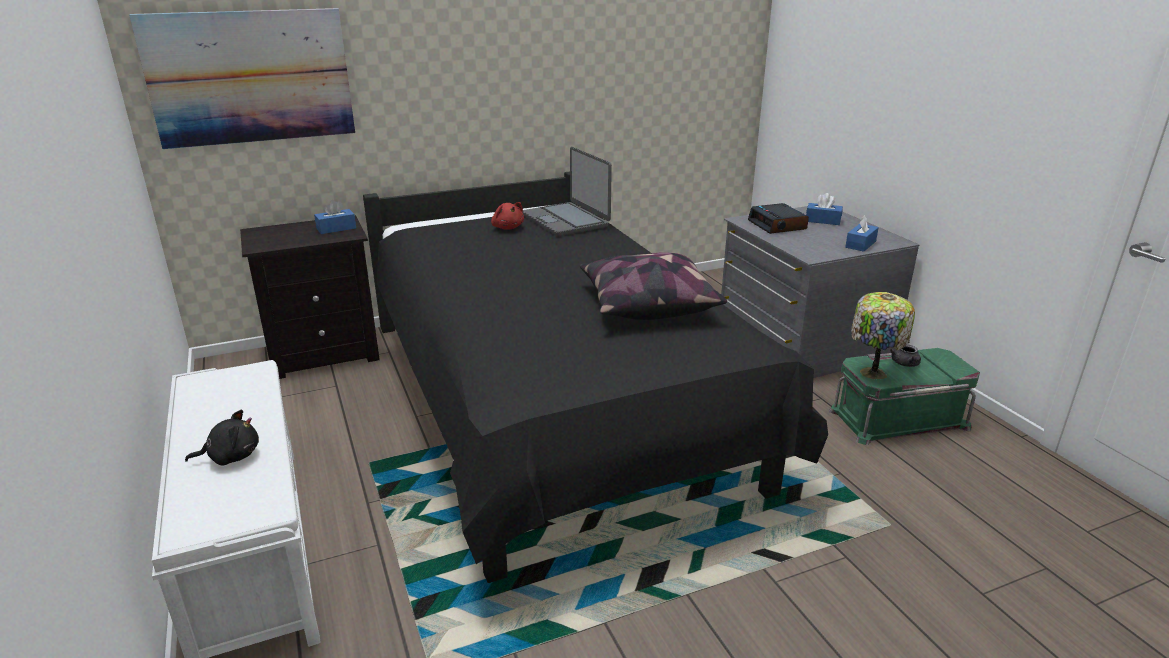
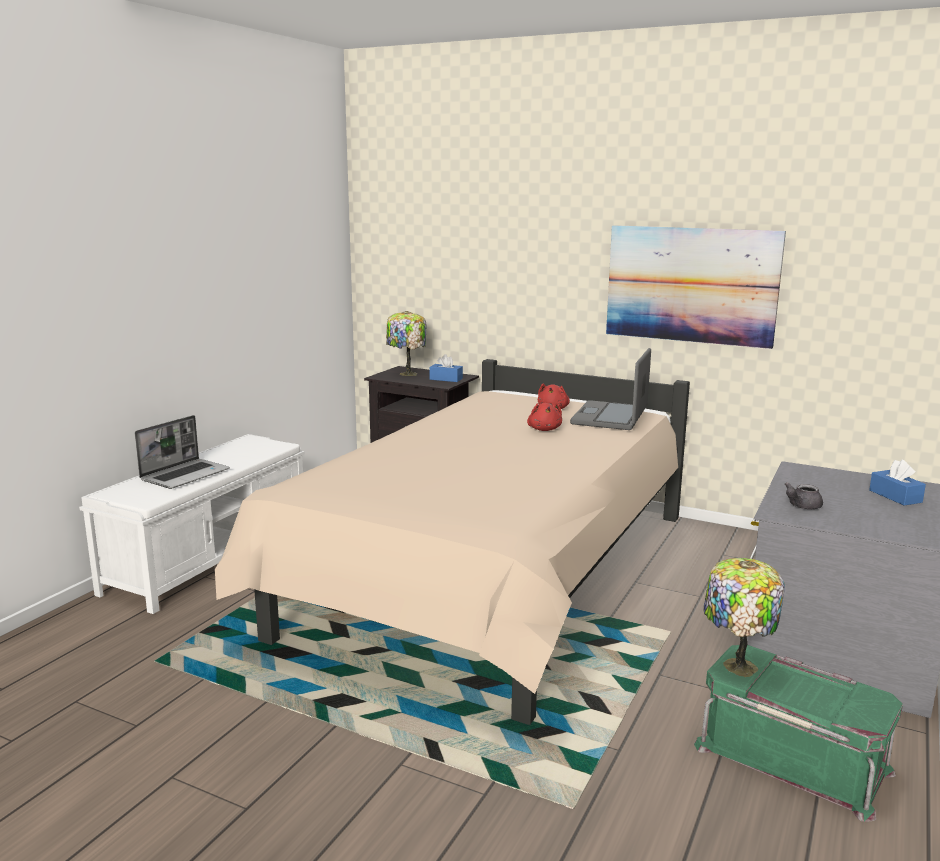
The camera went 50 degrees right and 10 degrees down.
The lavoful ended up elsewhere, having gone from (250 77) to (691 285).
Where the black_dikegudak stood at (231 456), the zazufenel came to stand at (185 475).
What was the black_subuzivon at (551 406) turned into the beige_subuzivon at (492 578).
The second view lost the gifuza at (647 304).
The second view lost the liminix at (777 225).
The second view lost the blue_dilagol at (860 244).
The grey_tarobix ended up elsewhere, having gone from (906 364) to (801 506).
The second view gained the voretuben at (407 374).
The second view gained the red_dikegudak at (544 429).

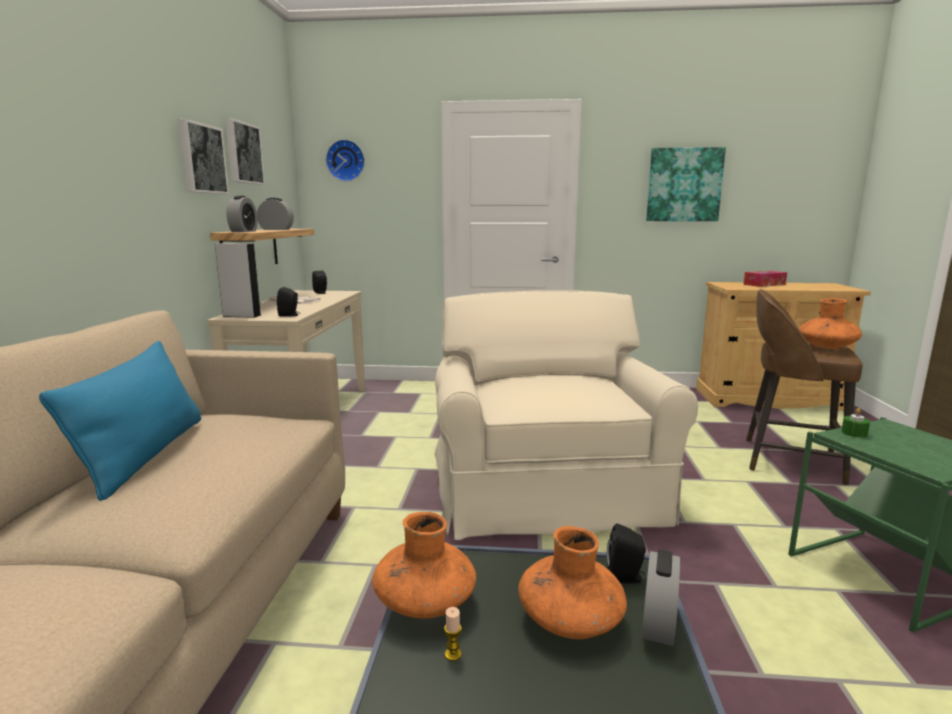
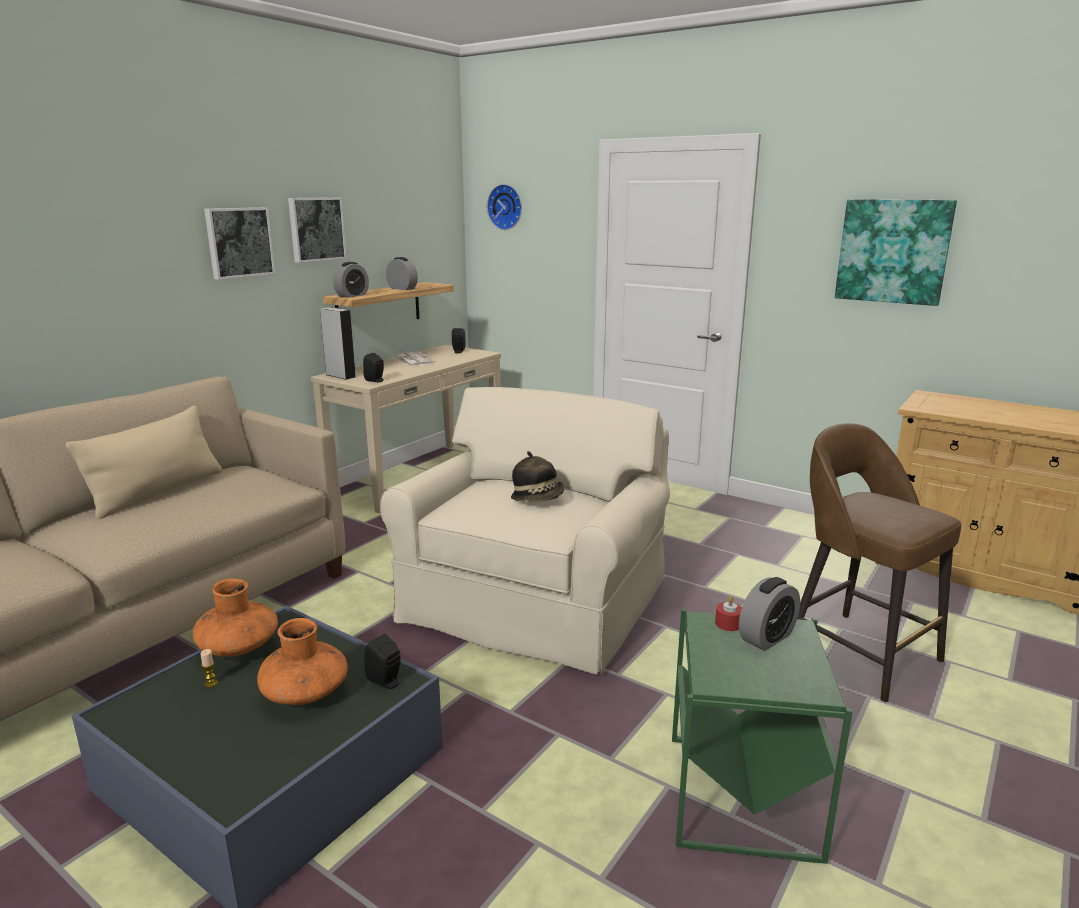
The camera went 30 degrees right and 5 degrees up.
What was the blue_gifuza at (145 455) turned into the beige_gifuza at (158 493).
The lavoful ended up elsewhere, having gone from (243 153) to (239 242).
The liminix ended up elsewhere, having gone from (658 624) to (767 638).
The second view lost the dilagol at (764 284).
The second view lost the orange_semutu at (826 347).
What was the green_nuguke at (854 433) turned into the red_nuguke at (728 624).
The second view gained the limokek at (538 499).

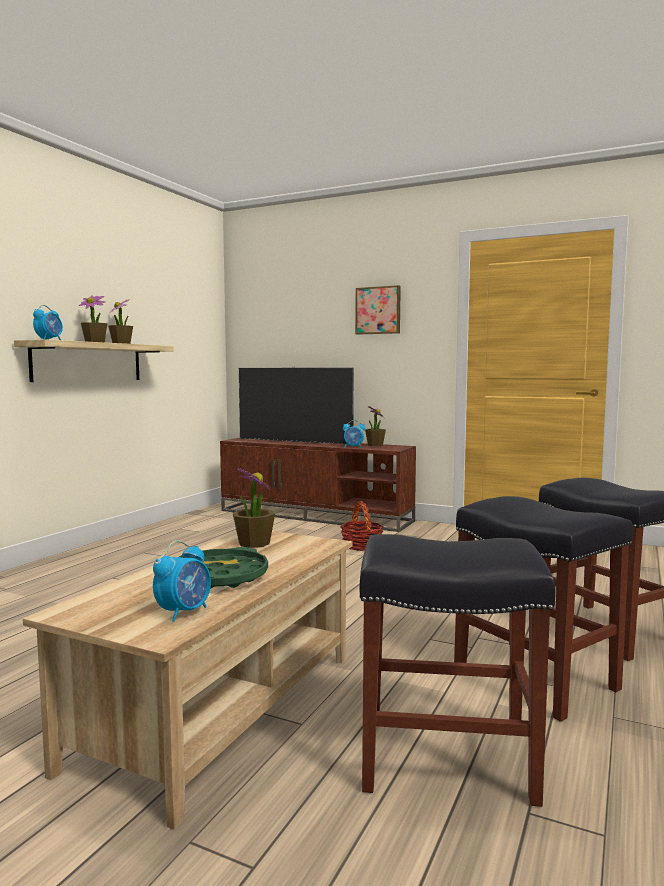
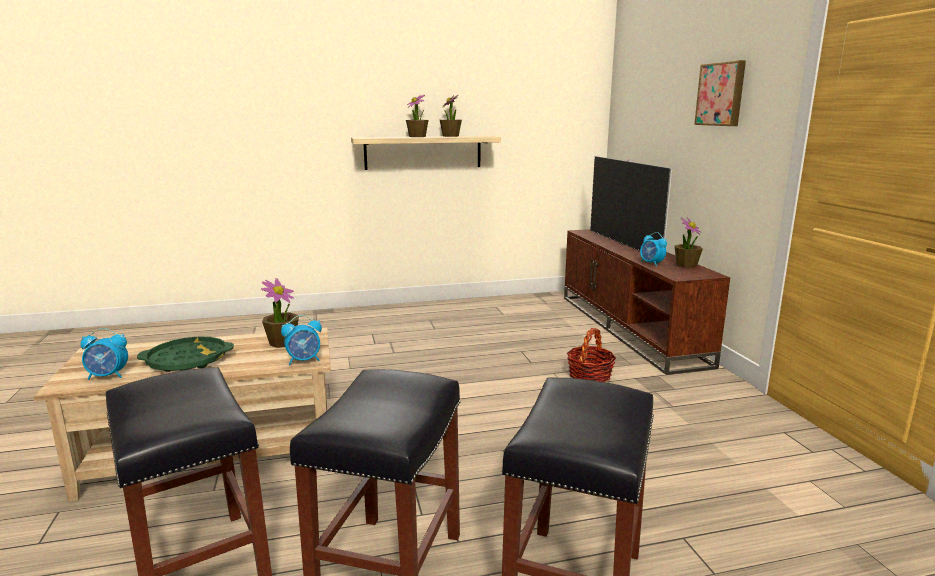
The camera went 50 degrees right and 10 degrees up.
The liminix ended up elsewhere, having gone from (49 340) to (304 361).

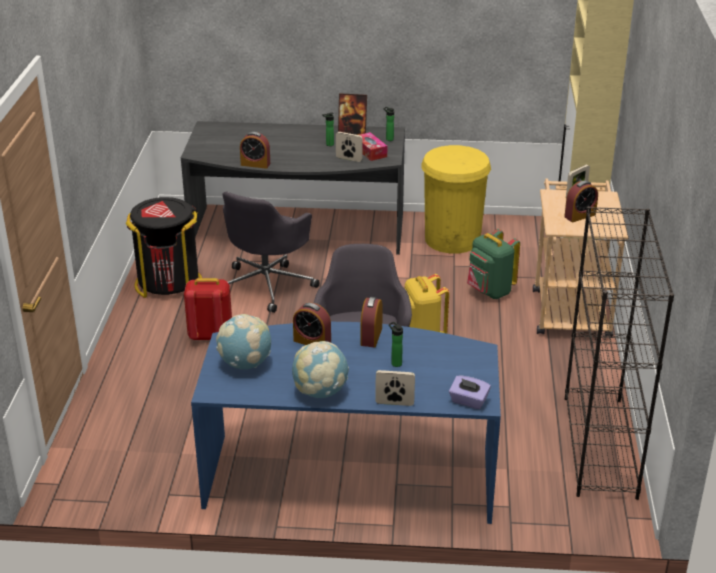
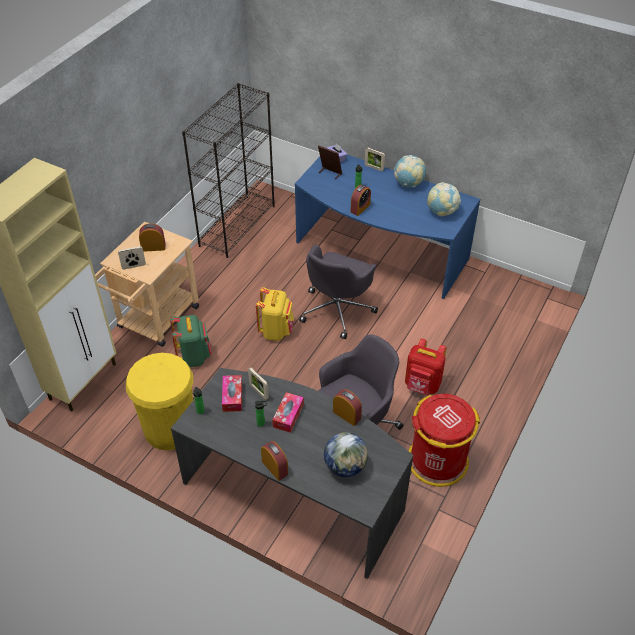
The camera went 155 degrees left and 15 degrees up.
What was the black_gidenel at (168 283) turned into the red_gidenel at (437 461).
The liminix ended up elsewhere, having gone from (312 342) to (275 467).
The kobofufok ended up elsewhere, having gone from (352 133) to (329 173).
The second view gained the dilagol at (288 415).
The second view gained the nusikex at (345 466).

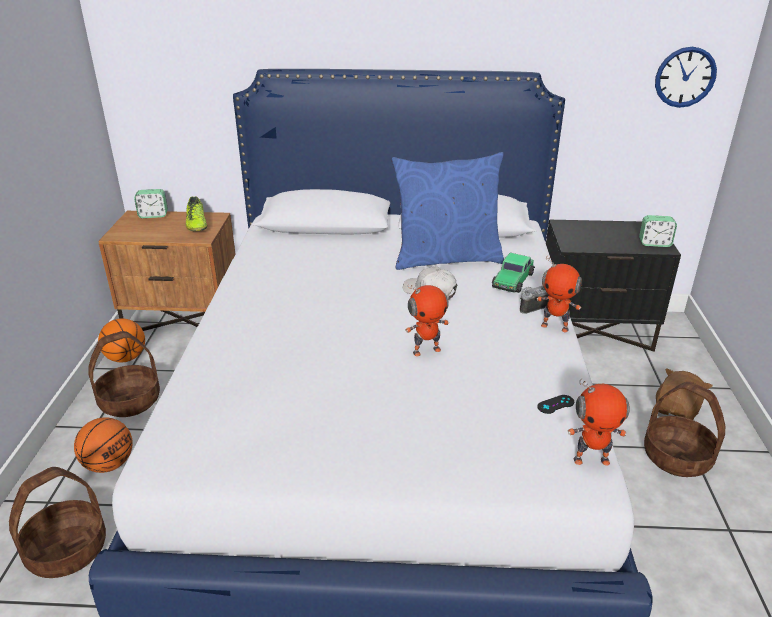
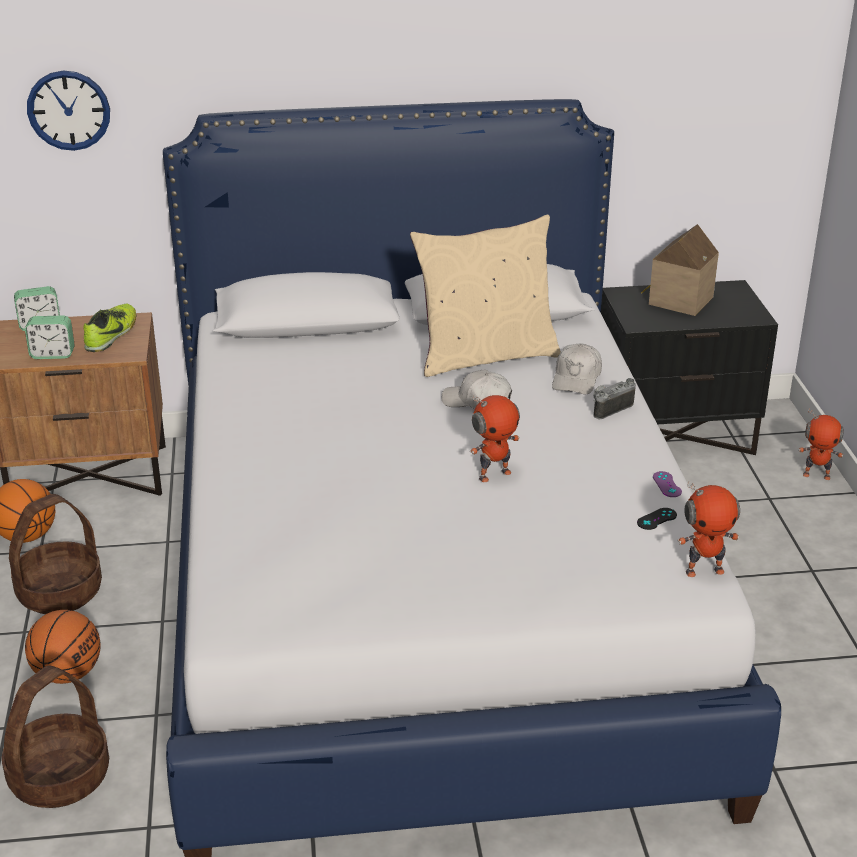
The camera went 10 degrees left and 0 degrees up.
The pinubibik at (196 225) ended up facing another way, 135 degrees counterclockwise from before.
What was the blue_gifuza at (446 258) turned into the beige_gifuza at (485 356).
Where the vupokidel stood at (512 280), the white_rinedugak came to stand at (576 378).
The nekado ended up elsewhere, having gone from (555 326) to (816 475).
The liminix ended up elsewhere, having gone from (654 243) to (52 354).
The second view lost the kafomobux at (677 457).
The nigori ended up elsewhere, having gone from (685 77) to (68 110).
The second view lost the brown_dikegudak at (677 410).
The second view gained the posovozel at (677 300).
The second view gained the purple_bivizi at (667 484).

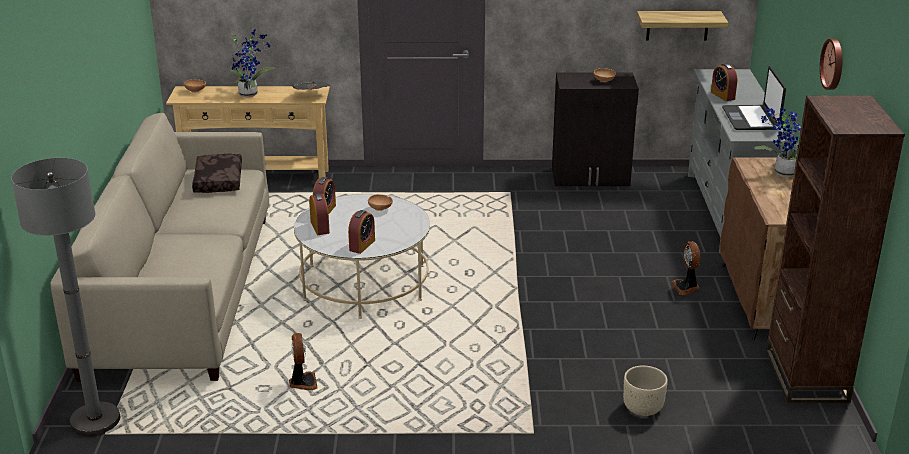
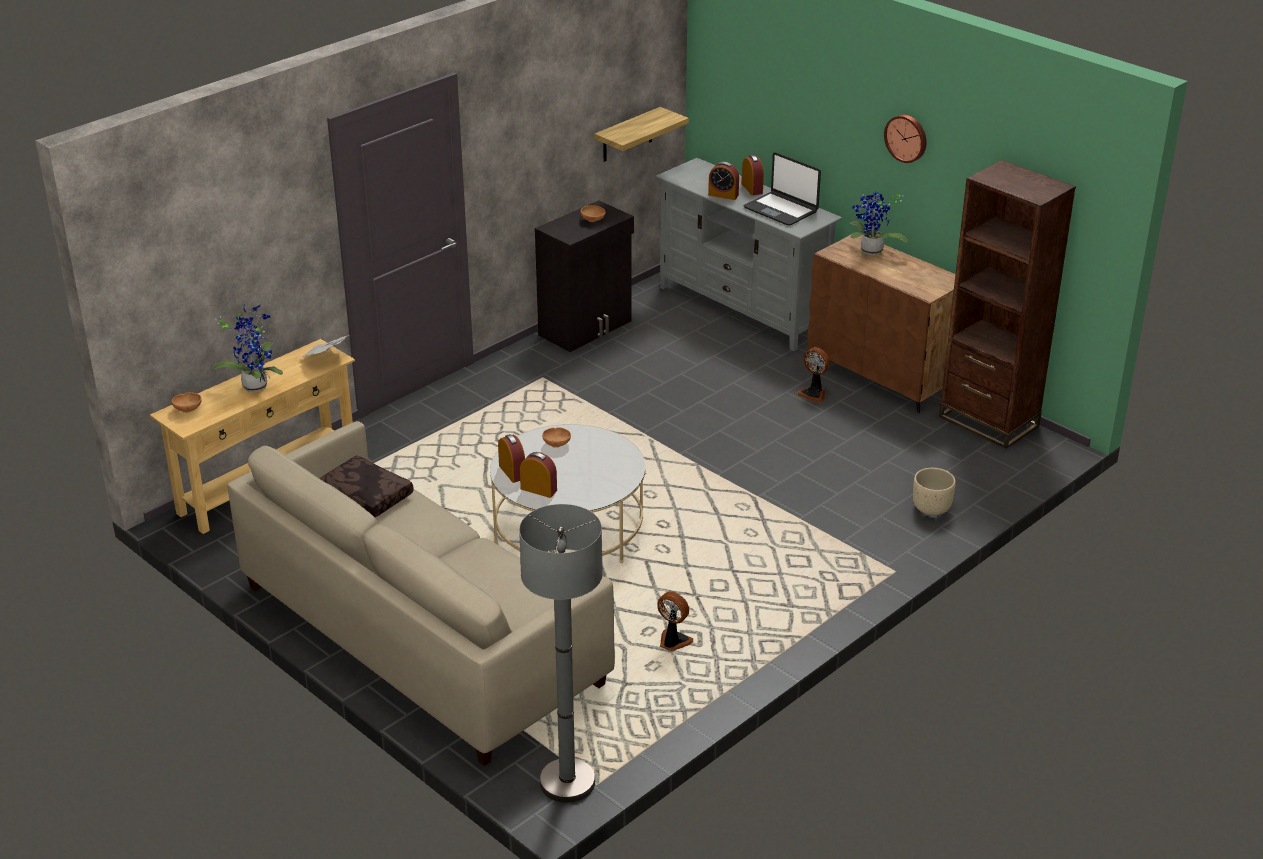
The camera went 45 degrees left and 5 degrees up.
The liminix ended up elsewhere, having gone from (362 245) to (752 188).

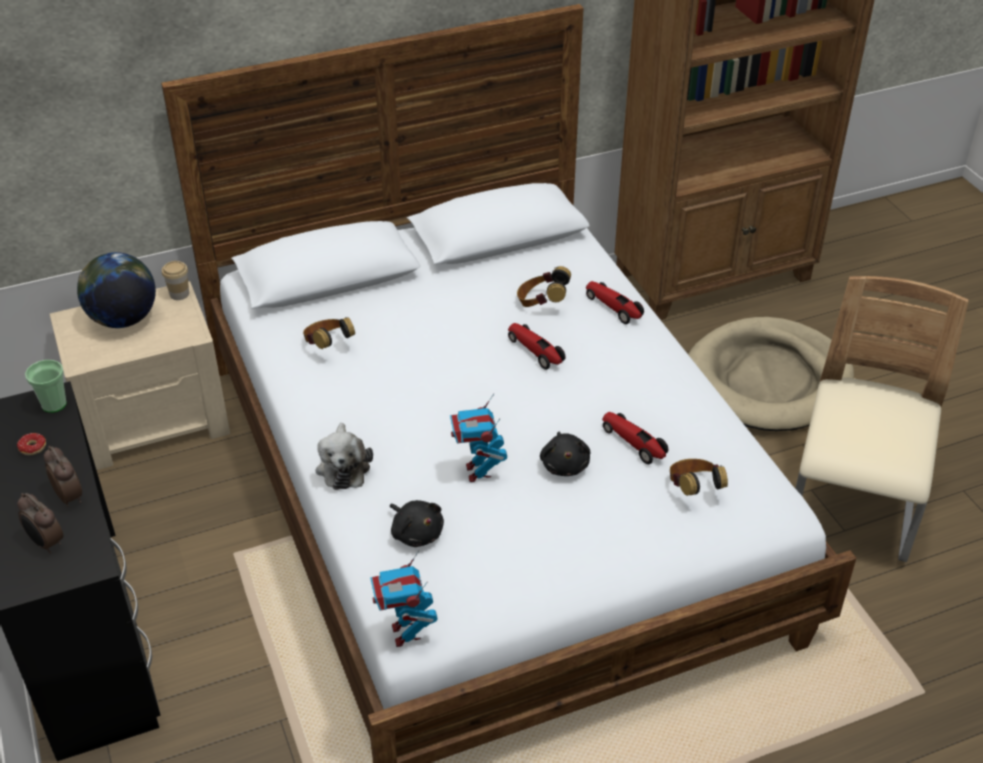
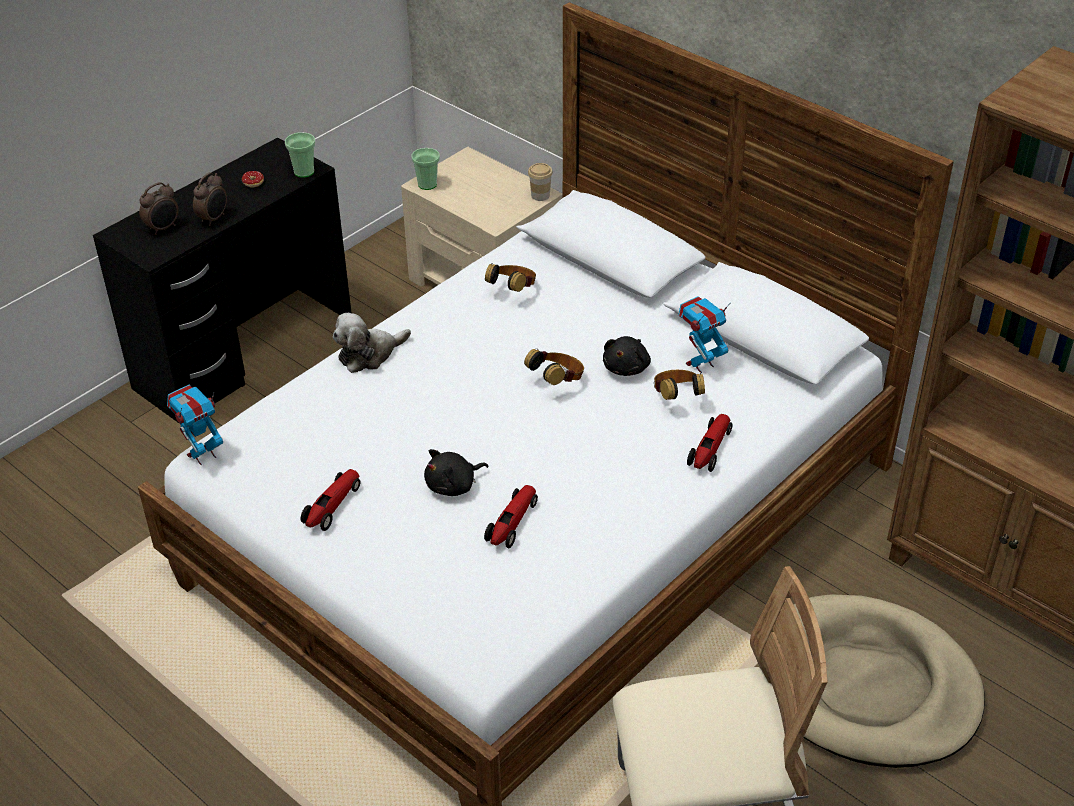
The camera went 65 degrees right and 0 degrees up.
The liminix at (46 543) ended up facing another way, 150 degrees counterclockwise from before.
The second view lost the nusikex at (123 319).
The black_dikegudak ended up elsewhere, having gone from (416 533) to (627 367).
The nekado ended up elsewhere, having gone from (478 472) to (700 364).
The vupokidel ended up elsewhere, having gone from (536 351) to (332 506).
The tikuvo ended up elsewhere, having gone from (693 489) to (557 381).
The second view gained the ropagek at (427 184).

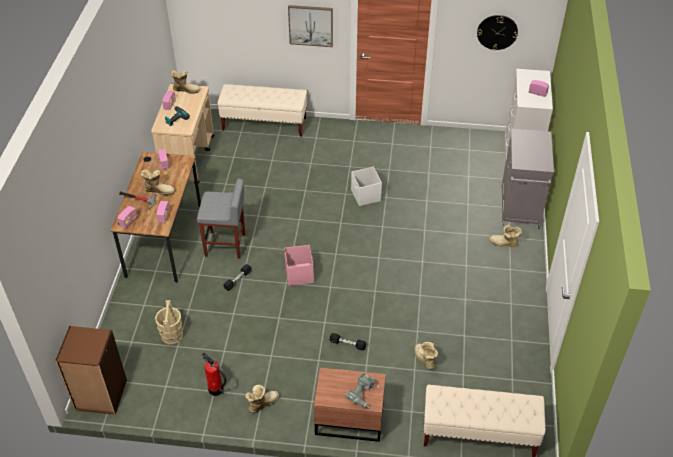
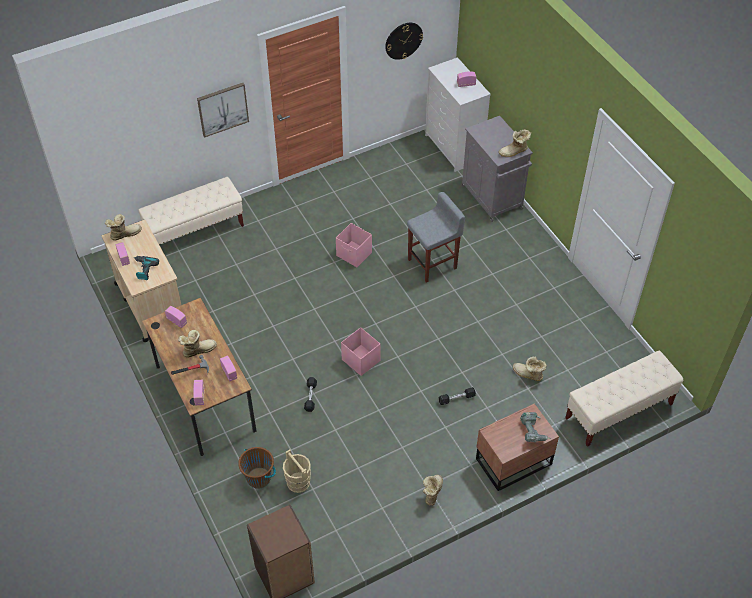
The camera went 35 degrees left and 5 degrees up.
The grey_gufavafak ended up elsewhere, having gone from (226 245) to (433 263).
The second view lost the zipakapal at (215 389).
What was the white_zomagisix at (365 196) turned into the pink_zomagisix at (354 254).
The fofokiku ended up elsewhere, having gone from (504 244) to (514 152).
The second view gained the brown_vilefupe at (259 478).

